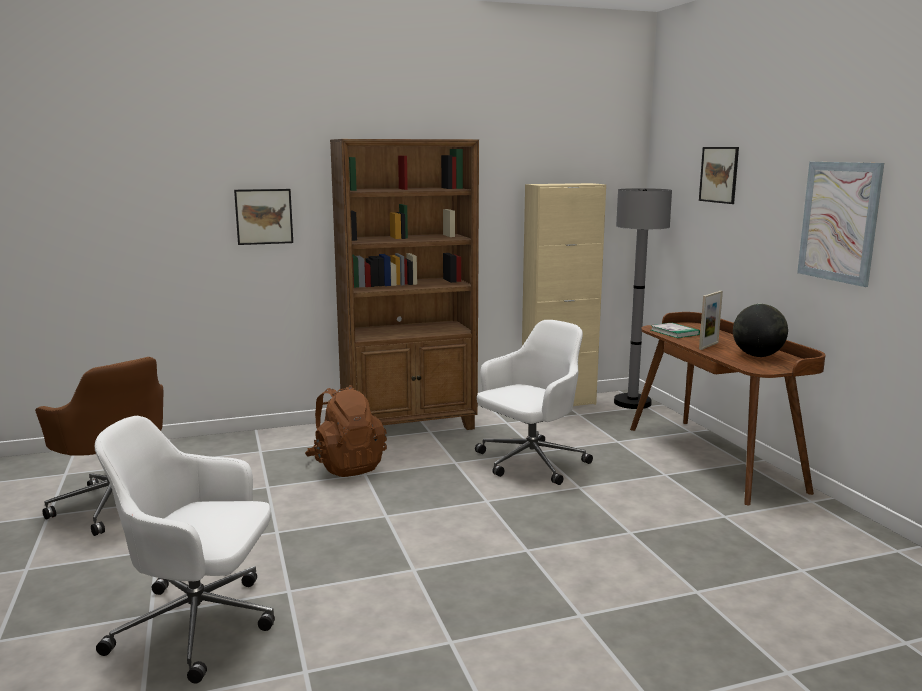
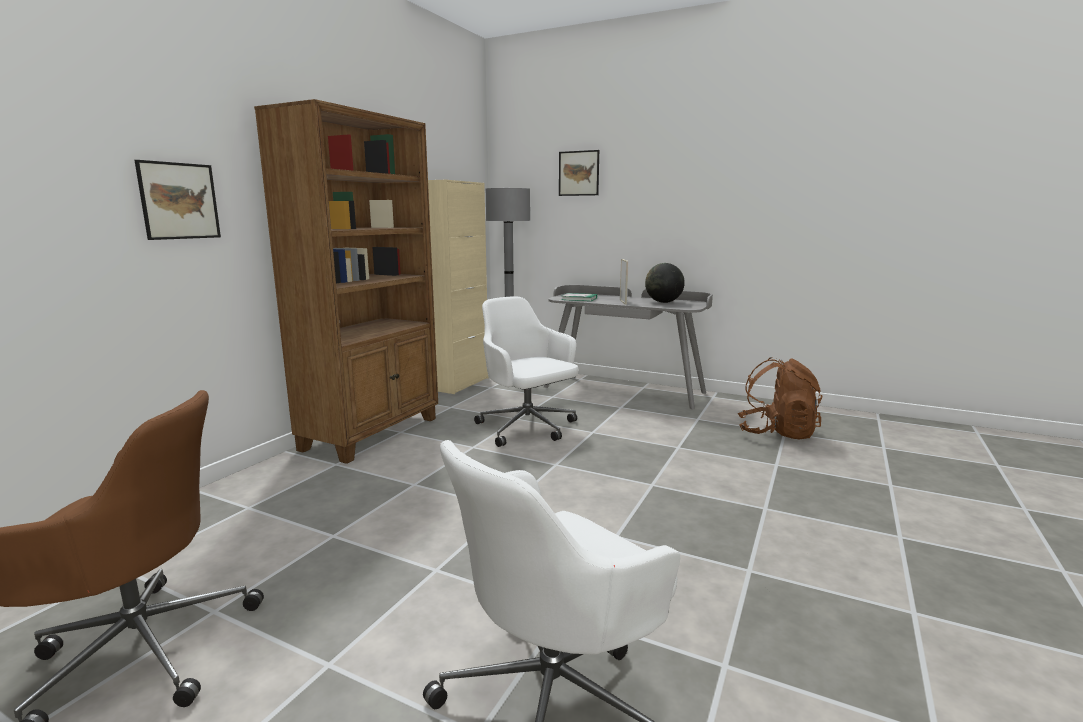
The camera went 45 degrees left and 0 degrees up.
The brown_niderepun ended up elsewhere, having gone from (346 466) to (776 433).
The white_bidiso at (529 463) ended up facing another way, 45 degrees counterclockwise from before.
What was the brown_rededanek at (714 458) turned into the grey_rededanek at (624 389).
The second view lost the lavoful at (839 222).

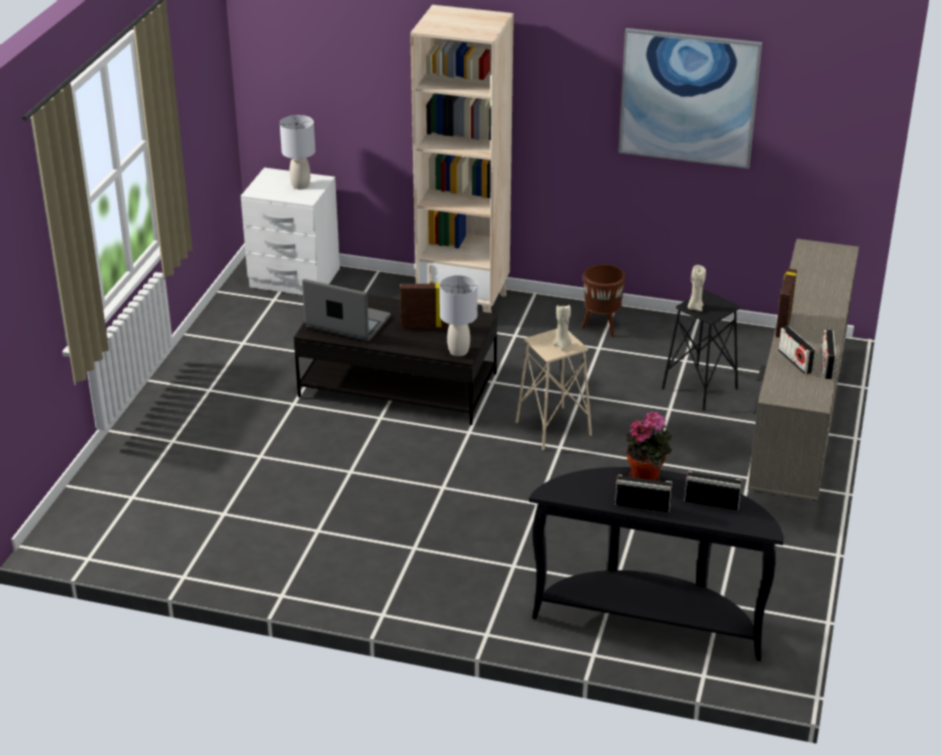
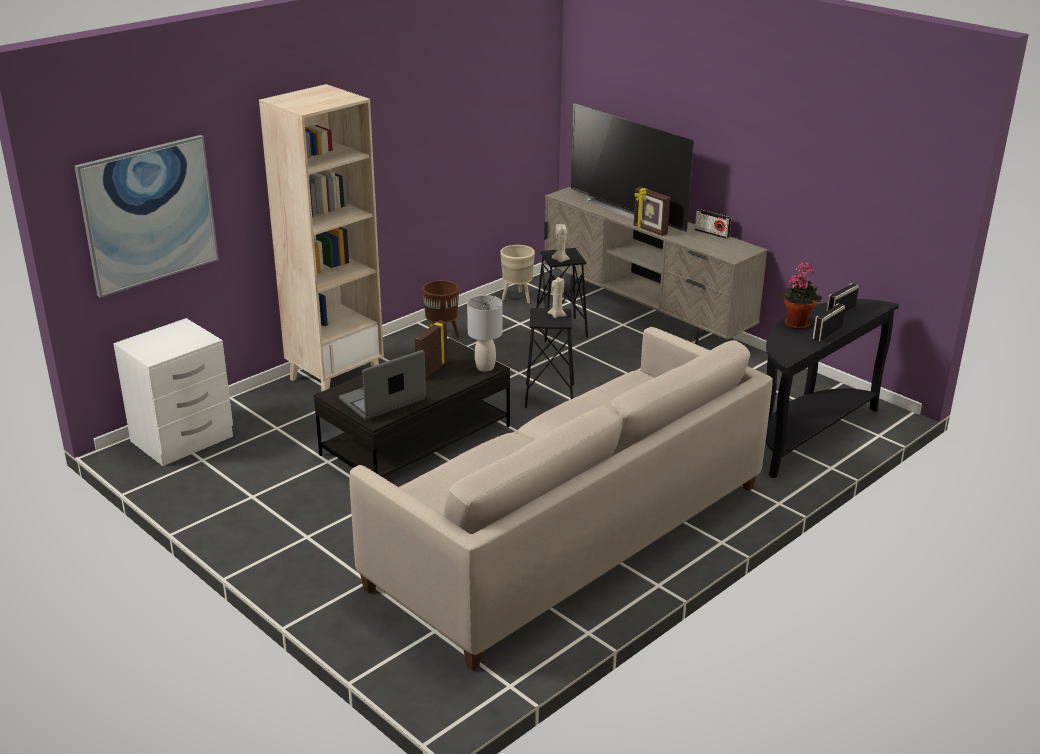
The camera went 60 degrees left and 5 degrees down.
The second view lost the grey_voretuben at (300 185).
What was the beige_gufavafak at (553 428) turned into the black_gufavafak at (549 396).
The lavoful ended up elsewhere, having gone from (688 98) to (149 214).
The second view lost the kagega at (795 361).
The second view gained the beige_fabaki at (570 535).
The second view gained the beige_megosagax at (517 298).
The second view gained the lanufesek at (630 211).

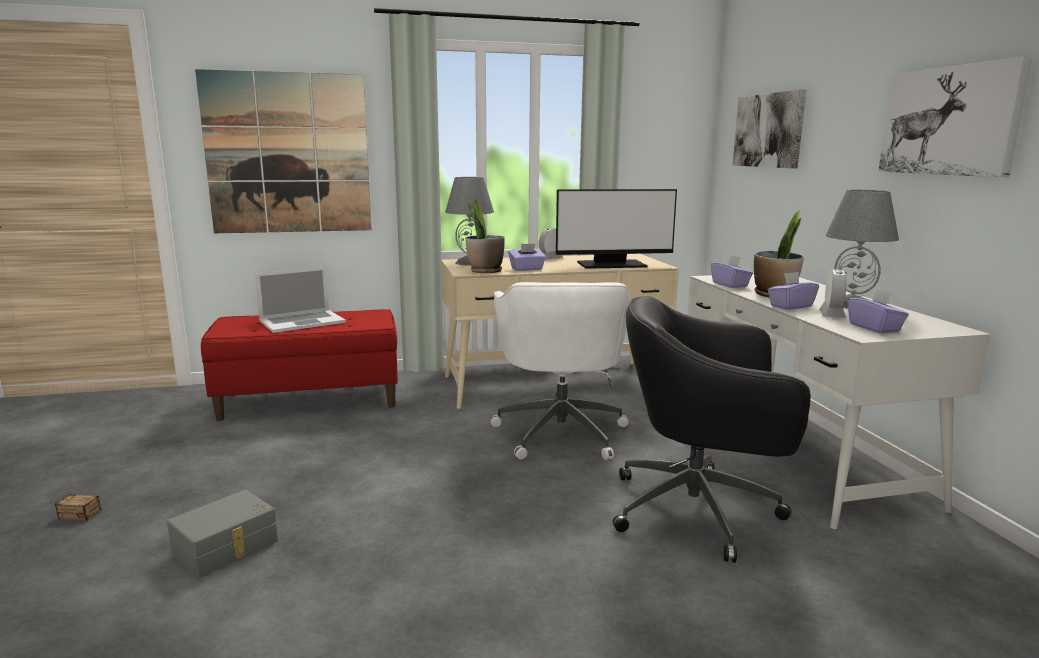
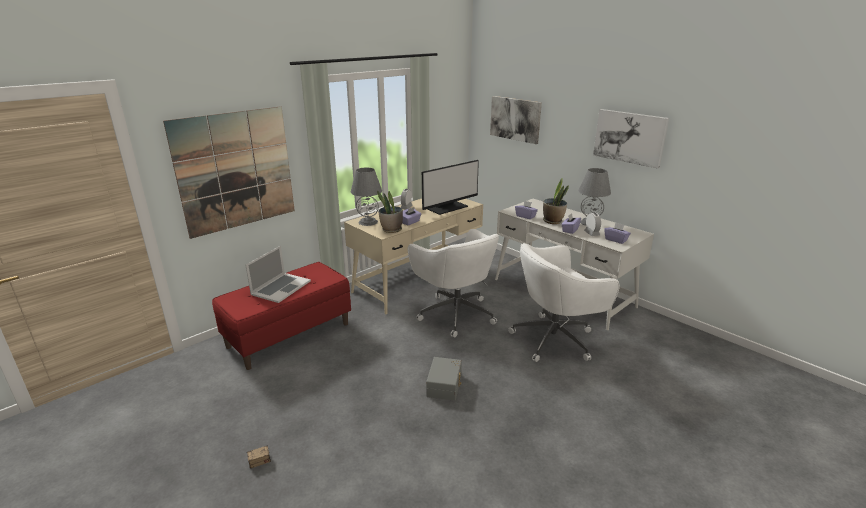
The camera went 30 degrees left and 10 degrees up.
The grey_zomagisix ended up elsewhere, having gone from (227 548) to (445 385).
What was the black_bidiso at (699 510) turned into the white_bidiso at (555 339).

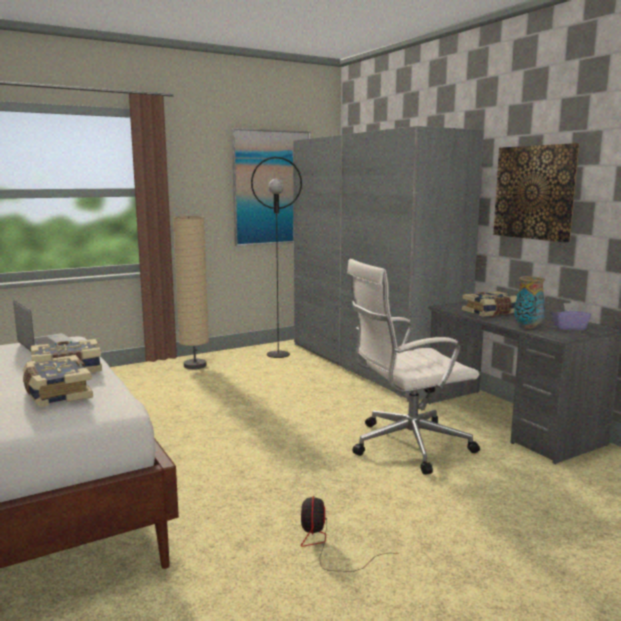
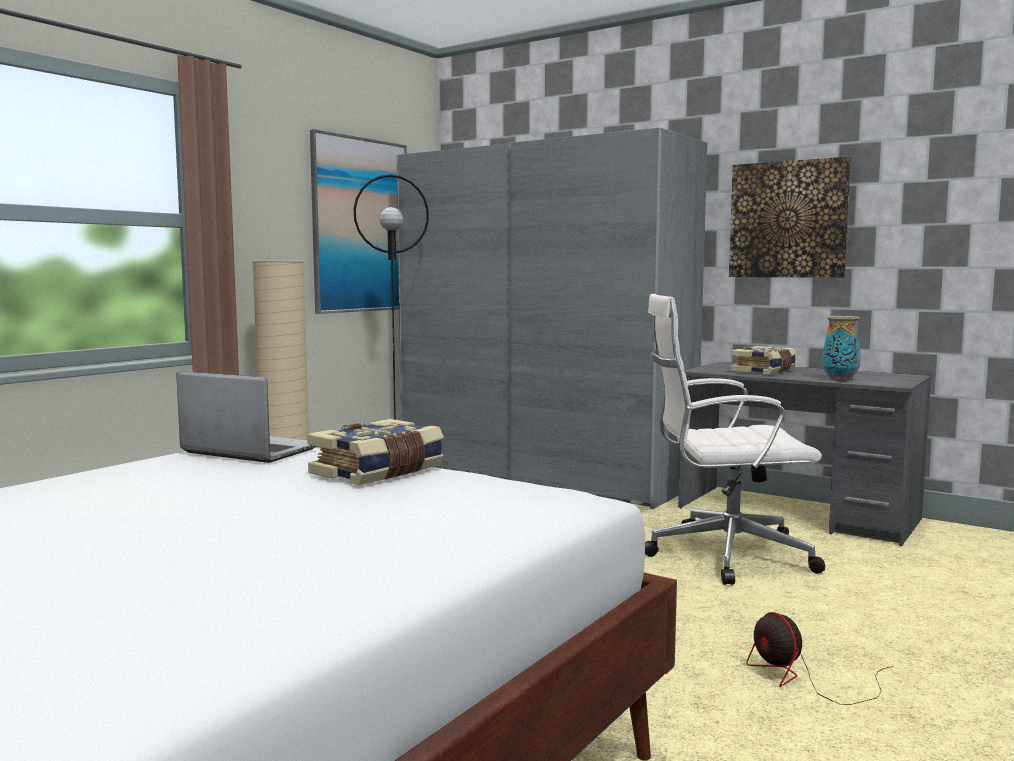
The camera went 25 degrees left and 5 degrees down.
The second view lost the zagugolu at (56 393).
The white_bidiso at (407 445) ended up facing another way, 45 degrees clockwise from before.
The second view lost the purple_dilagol at (569 328).

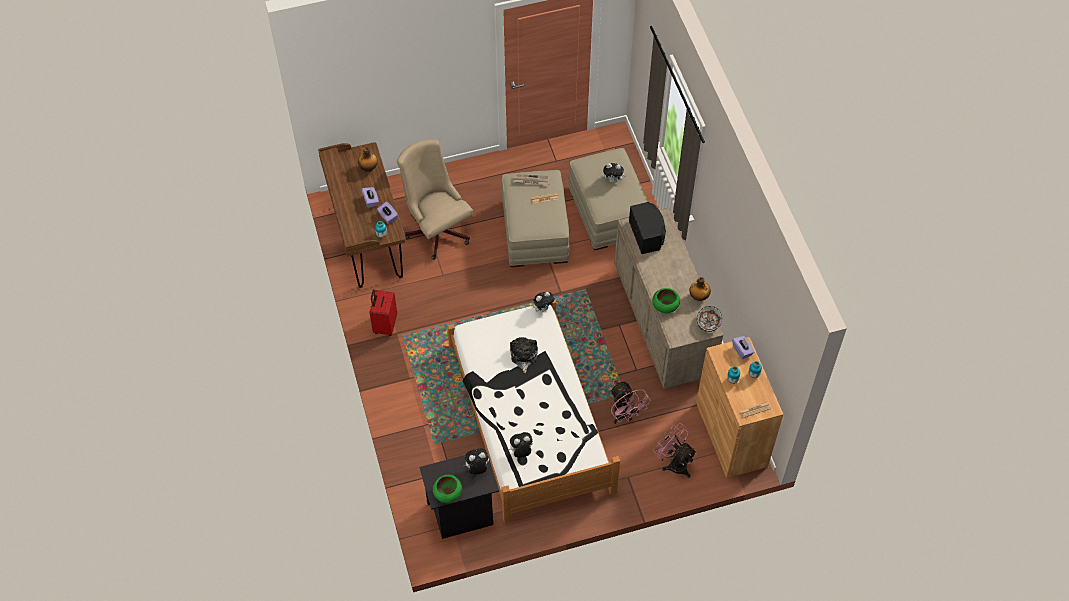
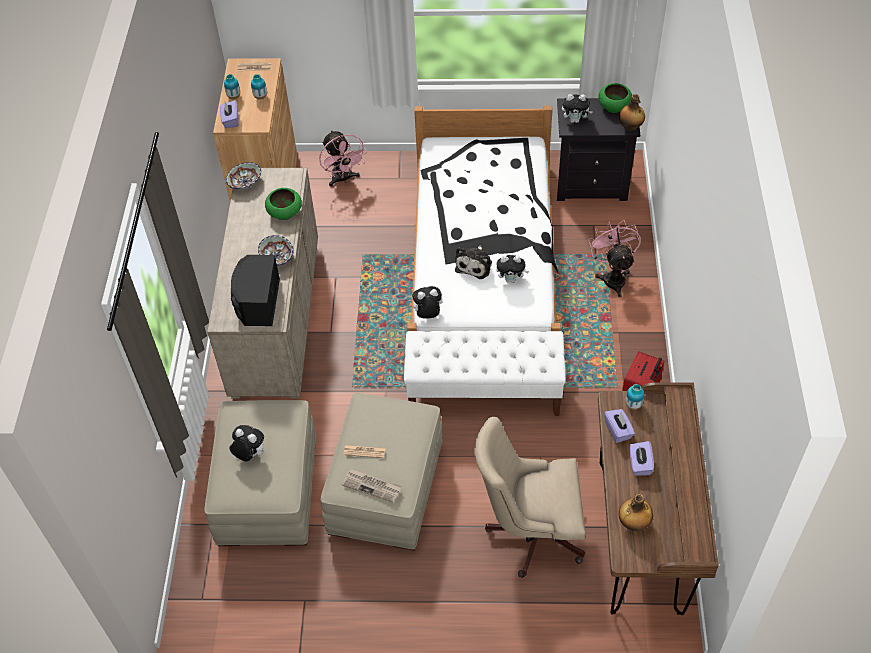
The camera went 160 degrees left and 5 degrees down.
The beige_bidiso at (437 229) ended up facing another way, 105 degrees clockwise from before.
The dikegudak ended up elsewhere, having gone from (521 452) to (511 279).
The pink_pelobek ended up elsewhere, having gone from (625 415) to (613 277).
The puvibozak ended up elsewhere, having gone from (698 297) to (630 127).
The second view gained the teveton at (277 257).
The second view gained the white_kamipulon at (484 393).

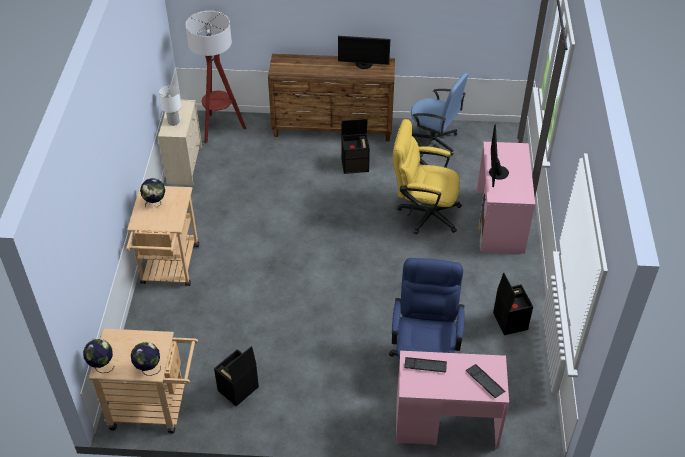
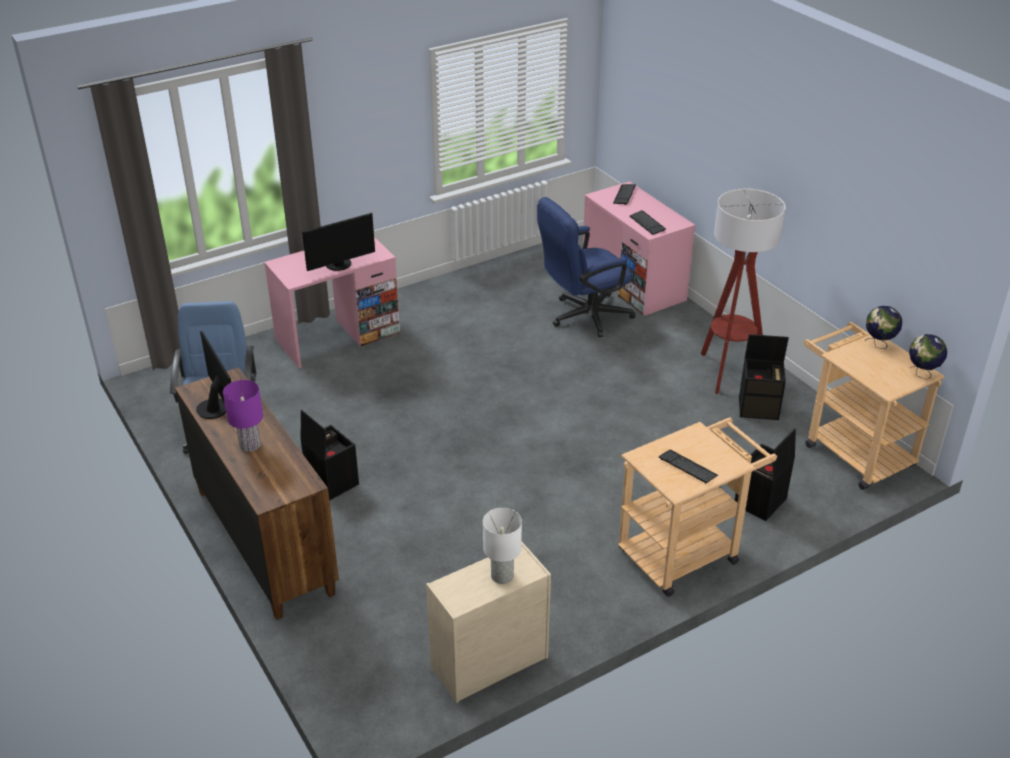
The camera went 125 degrees left and 10 degrees down.
Where the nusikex stood at (155 204), the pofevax came to stand at (687 467).
The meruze ended up elsewhere, having gone from (220 128) to (727 372).
The second view lost the yellow_bidiso at (423 213).
The black_zomagisix ended up elsewhere, having gone from (509 320) to (760 502).
The second view gained the purple_voretuben at (250 445).

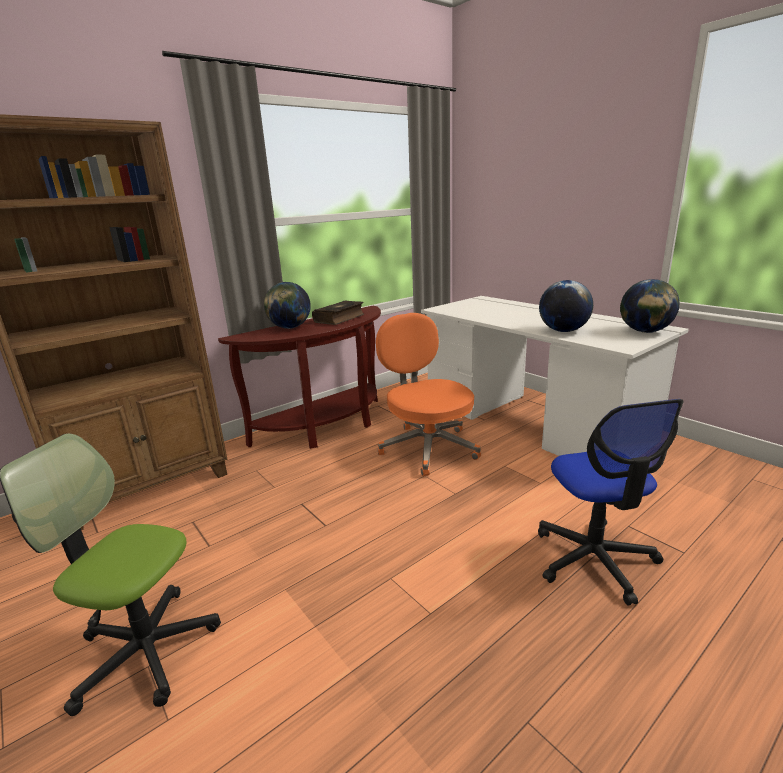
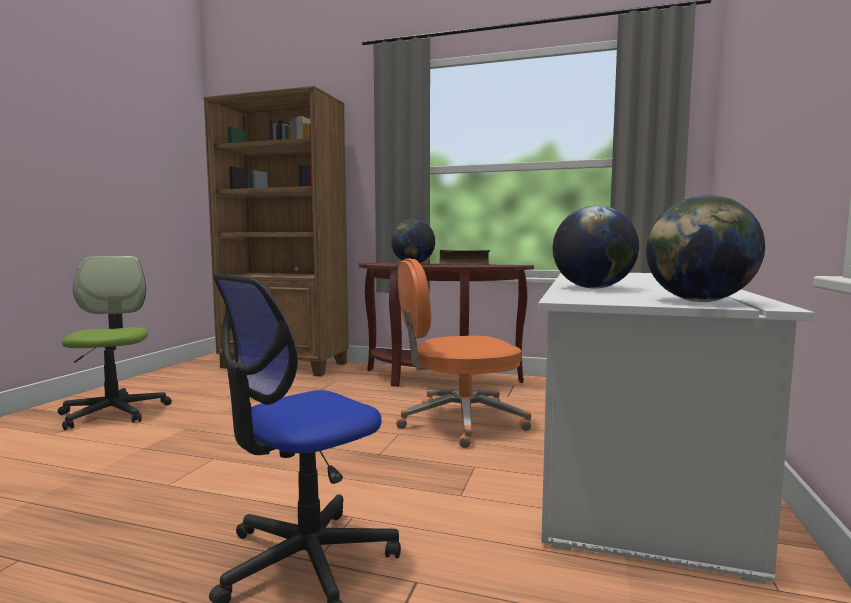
The camera went 55 degrees right and 15 degrees down.
The orange_bidiso at (427 447) ended up facing another way, 135 degrees counterclockwise from before.

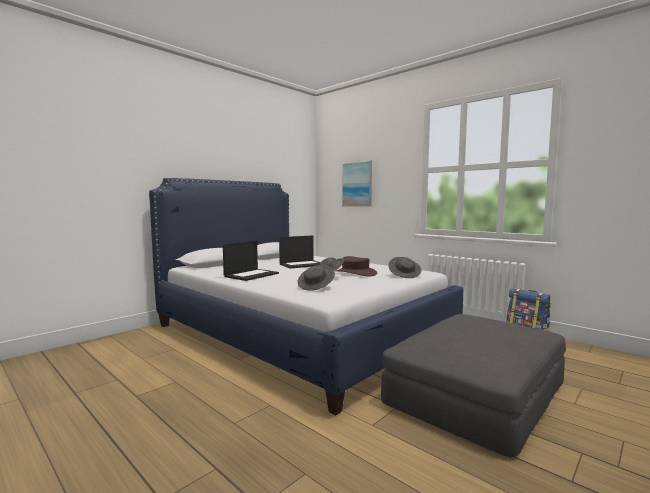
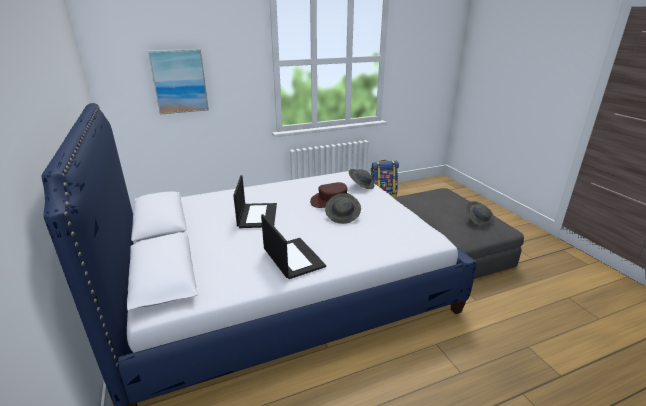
The camera went 65 degrees left and 20 degrees up.
The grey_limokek ended up elsewhere, having gone from (316 287) to (478 220).

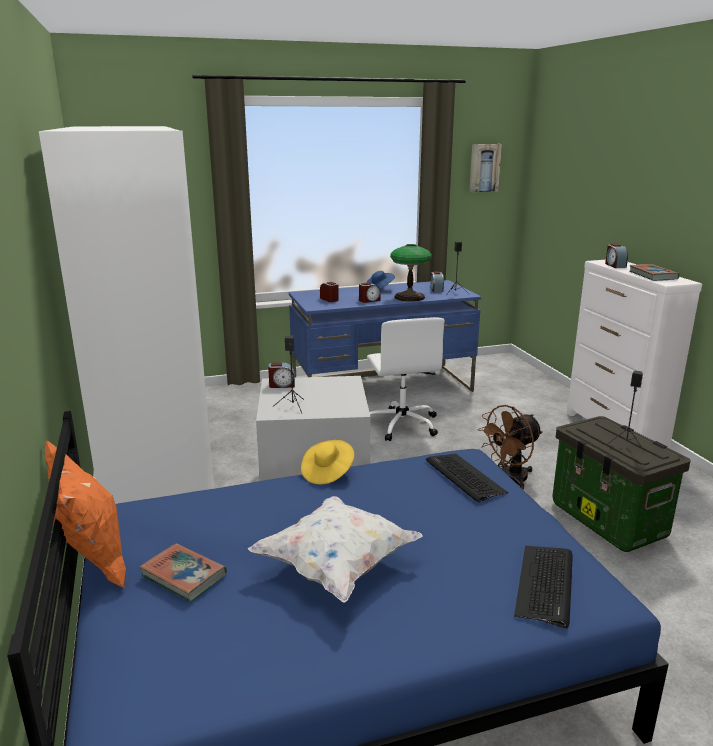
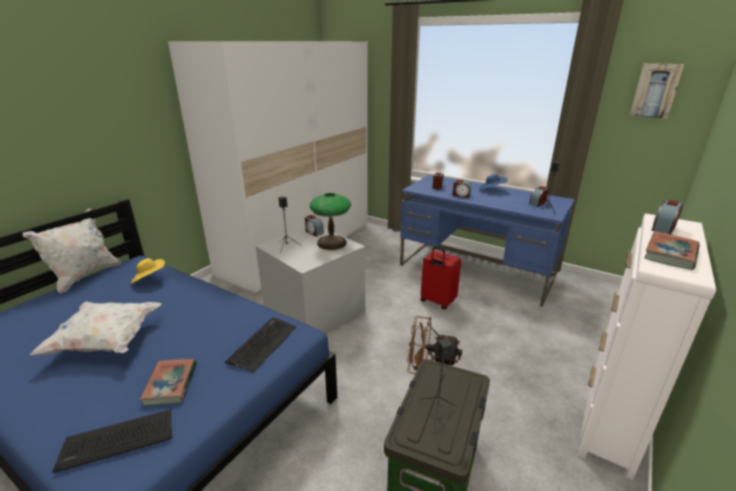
The camera went 50 degrees right and 5 degrees up.
What was the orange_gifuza at (93 562) turned into the white_gifuza at (85 276).
The zagugolu ended up elsewhere, having gone from (184 576) to (171 384).
The yellow_limokek ended up elsewhere, having gone from (327 473) to (149 278).
Where the white_bidiso stood at (401 424), the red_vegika came to stand at (437 302).
The voretuben ended up elsewhere, having gone from (409 297) to (332 243).

